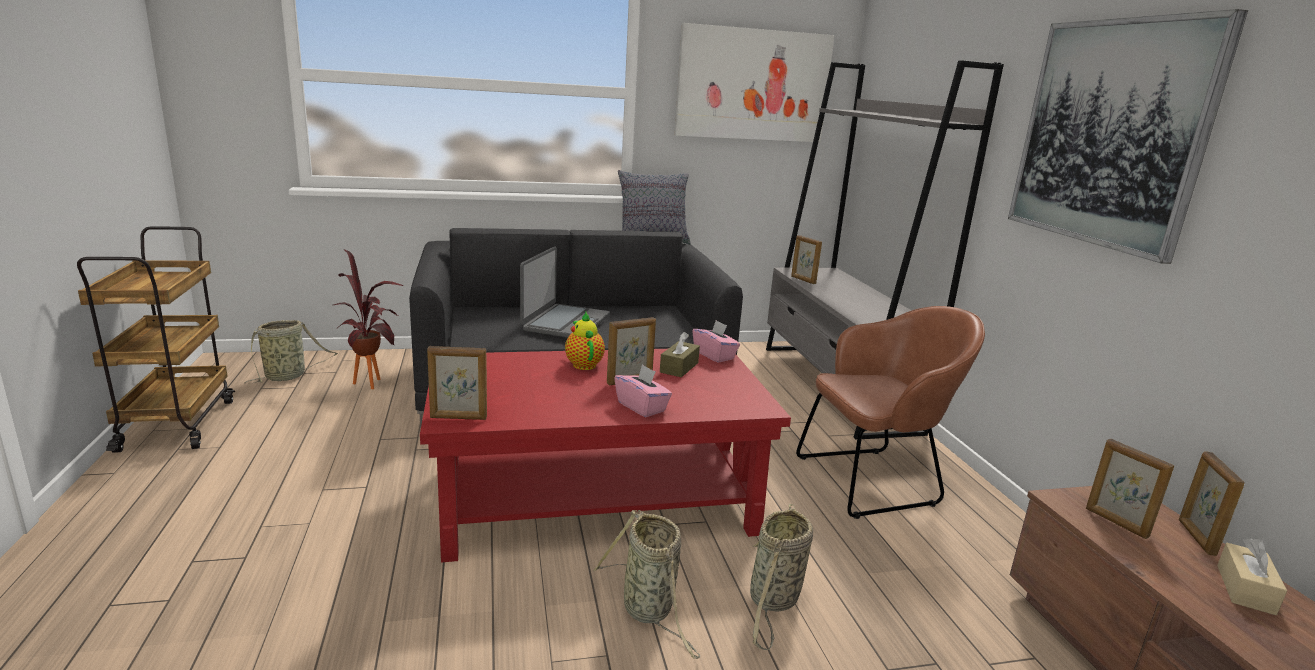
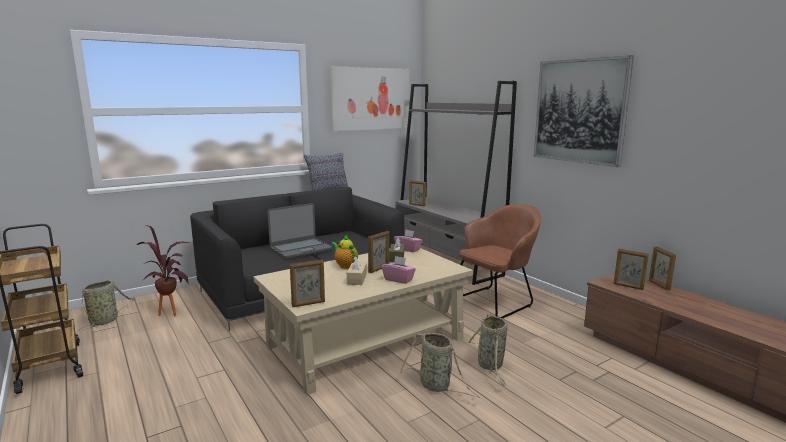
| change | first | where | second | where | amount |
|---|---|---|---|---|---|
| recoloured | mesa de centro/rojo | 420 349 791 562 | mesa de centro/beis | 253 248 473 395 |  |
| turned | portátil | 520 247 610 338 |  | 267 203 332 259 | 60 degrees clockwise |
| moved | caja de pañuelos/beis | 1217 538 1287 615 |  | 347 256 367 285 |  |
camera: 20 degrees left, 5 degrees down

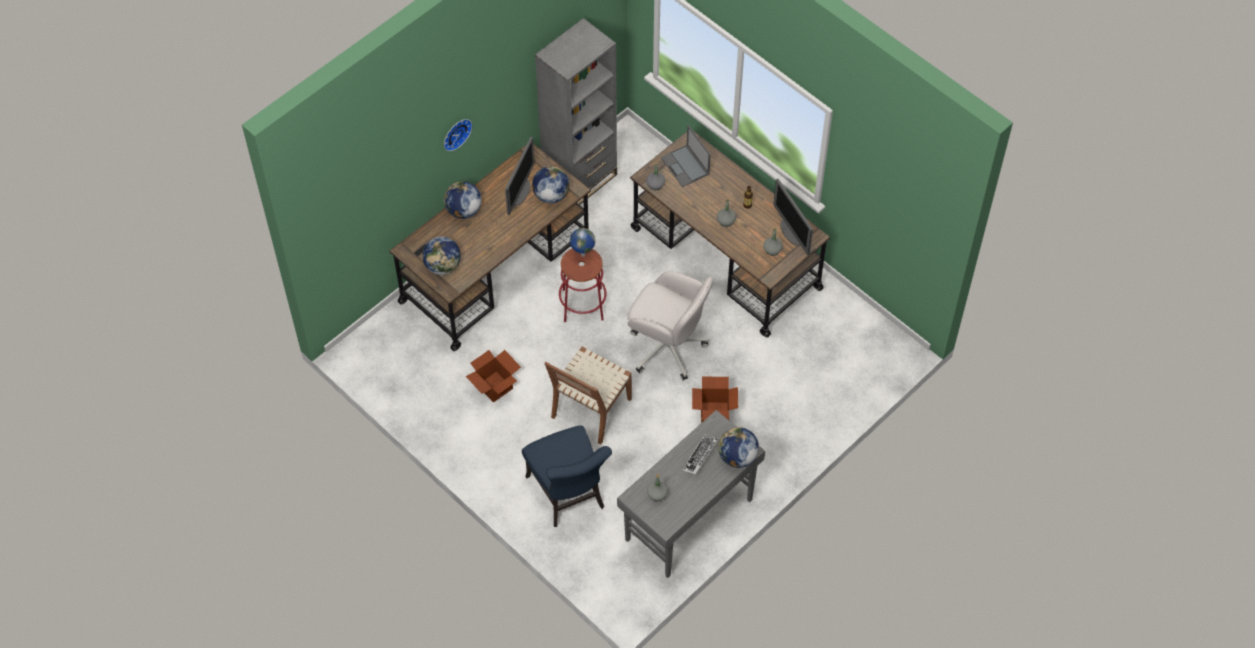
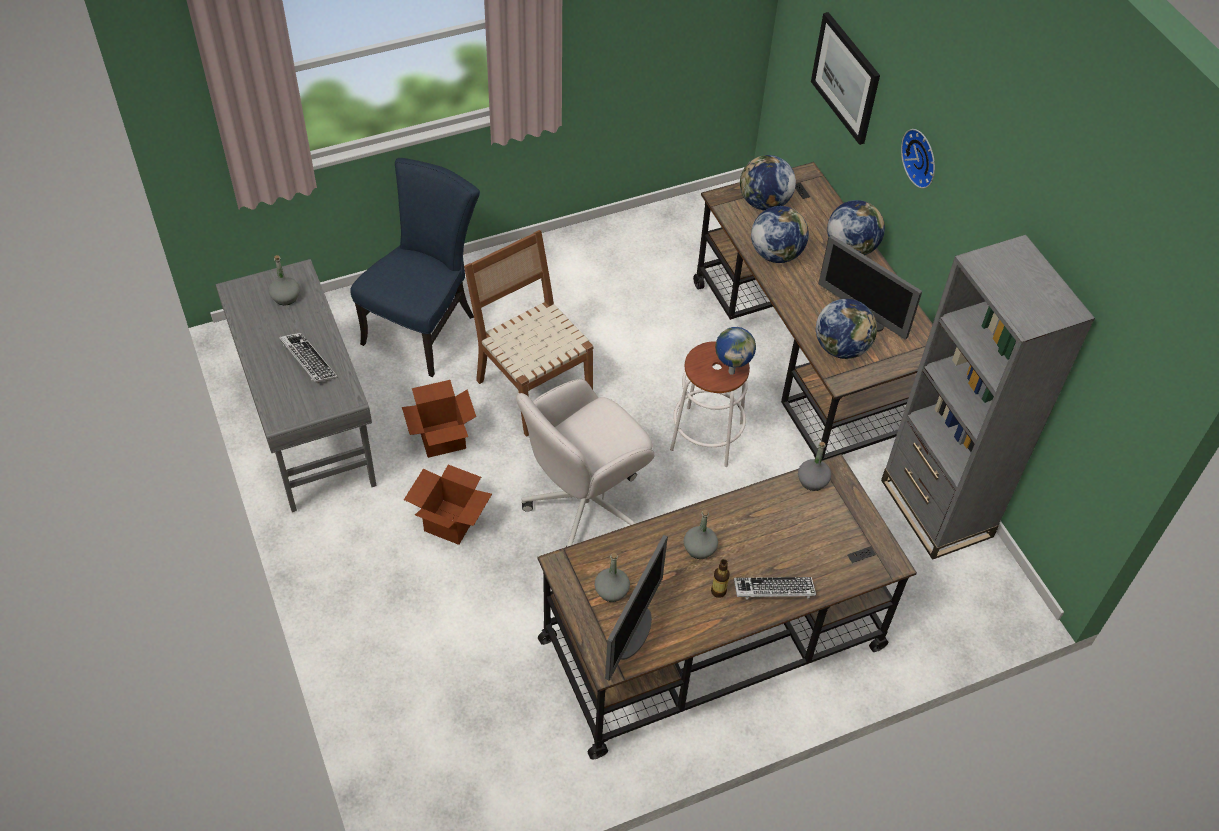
| change | first | where | second | where | amount |
|---|---|---|---|---|---|
| moved | caja de cartón | 466 350 521 403 |  | 402 380 476 458 |  |
| turned | silla/azul | 522 426 612 527 |  | 350 158 480 377 | 120 degrees clockwise |
| recoloured | taburete/rojo | 559 249 607 322 | taburete/blanco | 670 341 750 467 |  |
| removed | portátil | 661 125 711 187 |  |  |  |
| moved | globo terráqueo | 718 427 759 468 |  | 751 206 809 263 |  |
| turned | monitor | 773 179 813 255 |  | 605 535 668 681 | 120 degrees clockwise |
| added |  |  | teclado | 734 577 816 600 |  |
| added |  |  | cuadro | 811 12 880 145 |  |
camera: 110 degrees right, 5 degrees down

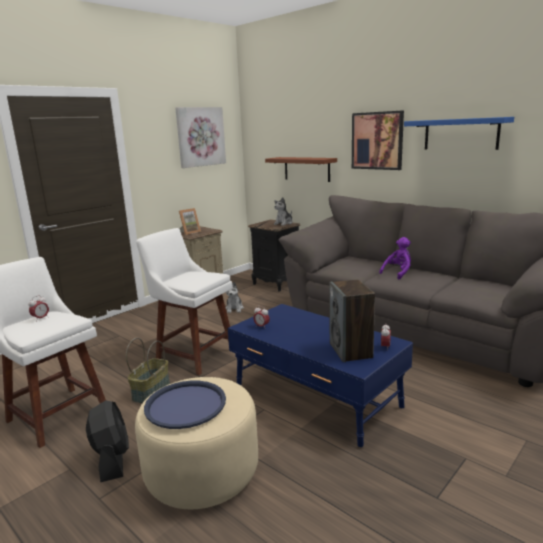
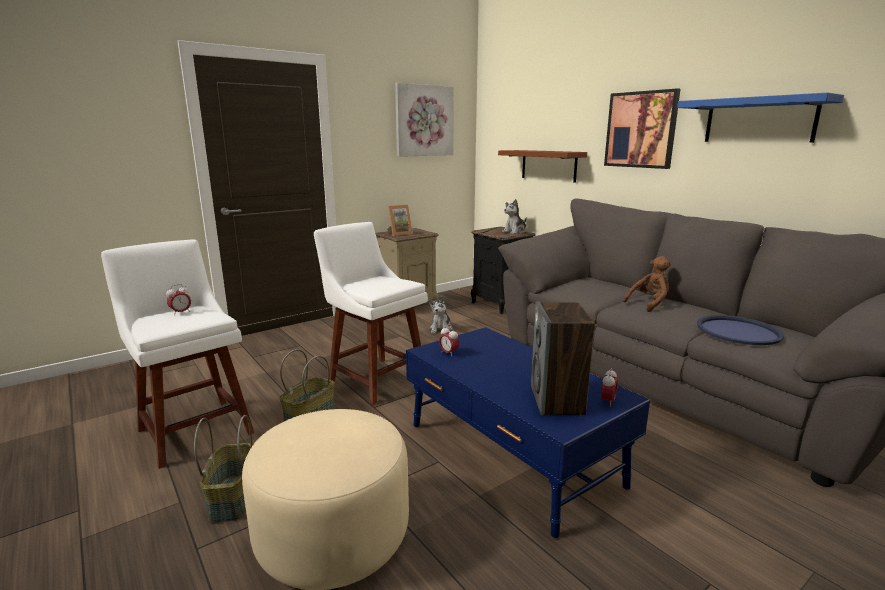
| change | first | where | second | where | amount |
|---|---|---|---|---|---|
| replaced | ventilador/negro | 86 400 129 482 | cesta | 194 415 253 523 |  |
| moved | bandeja/azul | 144 381 226 429 |  | 697 315 784 345 |  |
| recoloured | peluche/morado | 379 237 411 279 | peluche/marrón | 623 256 671 312 |  |
camera: 10 degrees right, 0 degrees up

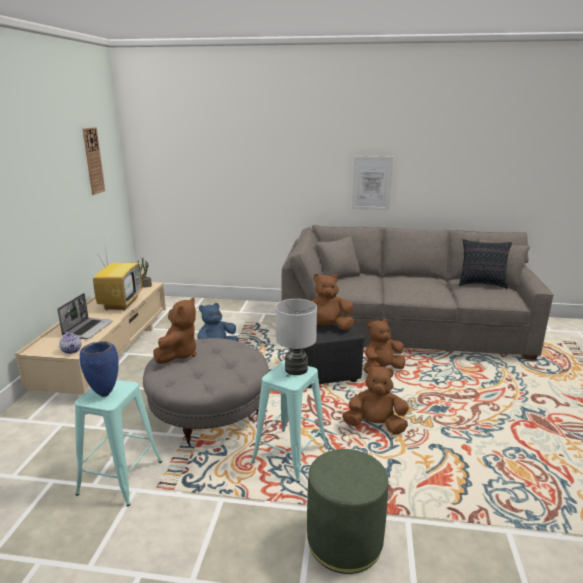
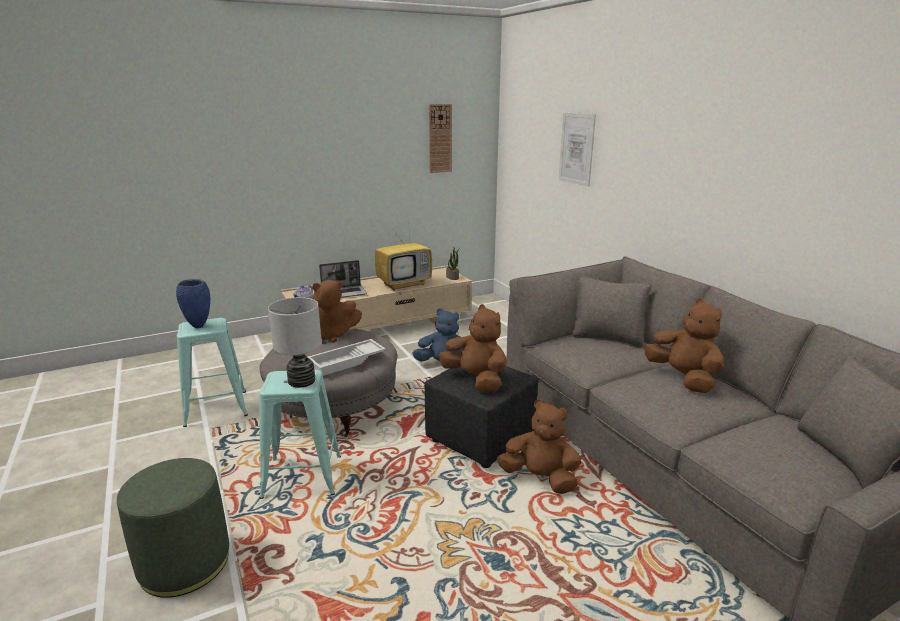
| change | first | where | second | where | amount |
|---|---|---|---|---|---|
| moved | peluche/marrón | 342 364 409 435 |  | 645 298 724 393 |  |
| moved | cuadro | 352 156 393 210 |  | 559 113 596 187 |  |
| removed | cojín/negro | 459 239 512 289 |  |  |  |
| added |  |  | bandeja/blanco | 308 339 386 376 |  |
camera: 55 degrees right, 0 degrees up

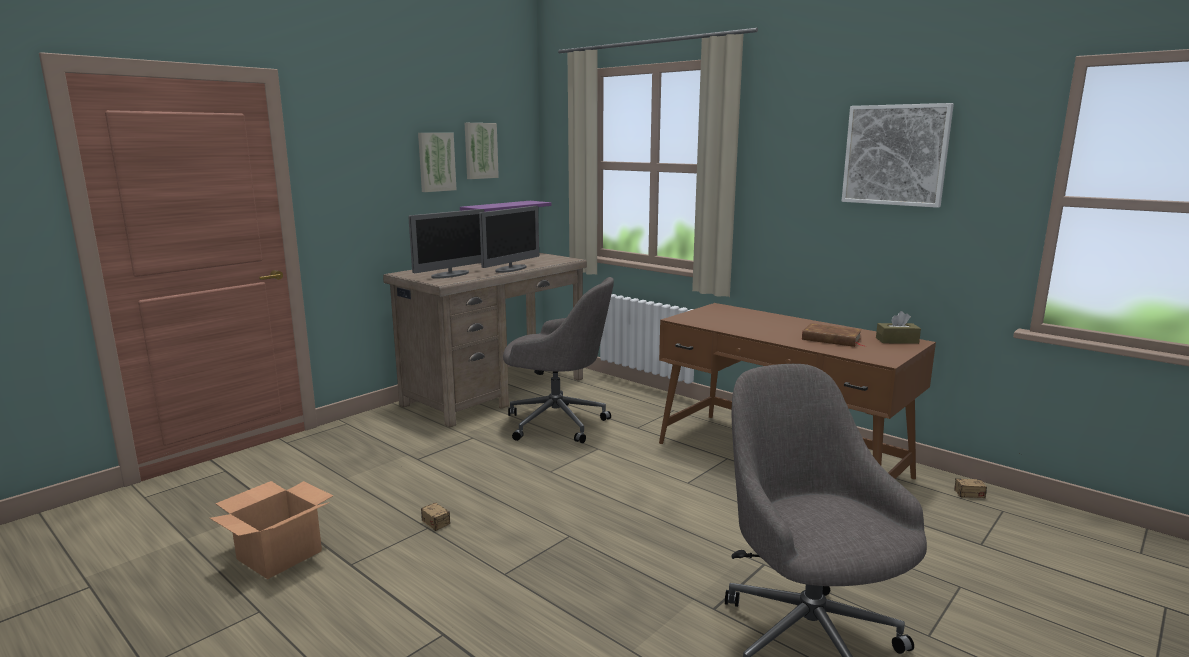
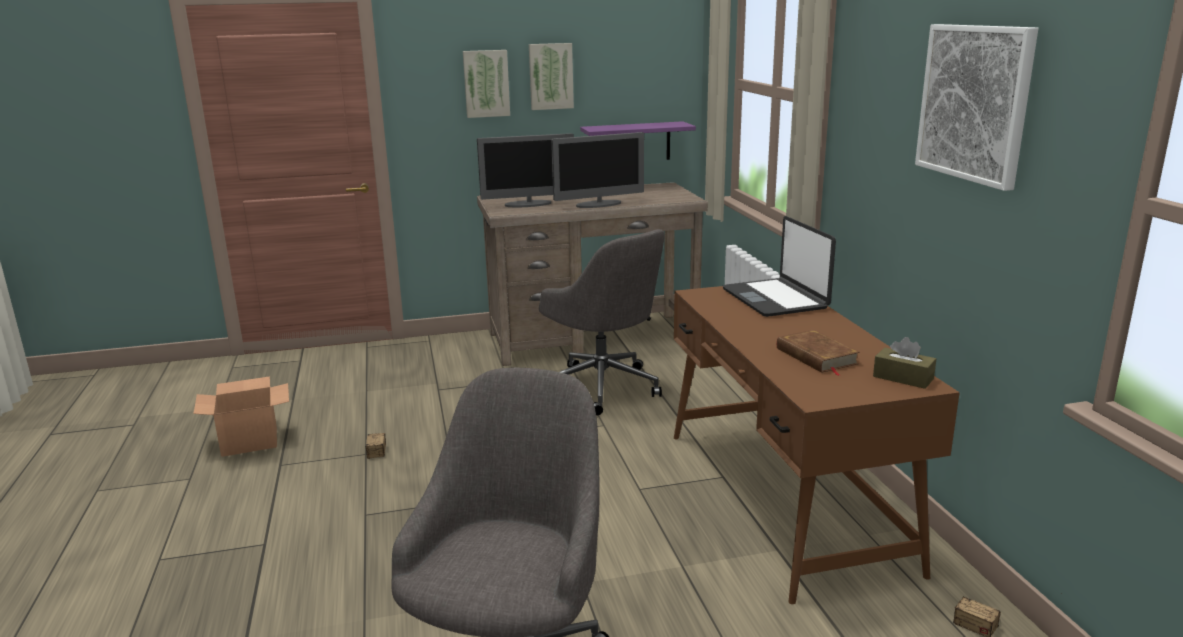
| change | first | where | second | where | amount |
|---|---|---|---|---|---|
| moved | cuadro | 465 123 499 179 |  | 463 50 510 118 |  |
| added |  |  | portátil | 723 216 836 317 |  |
camera: 35 degrees right, 5 degrees up

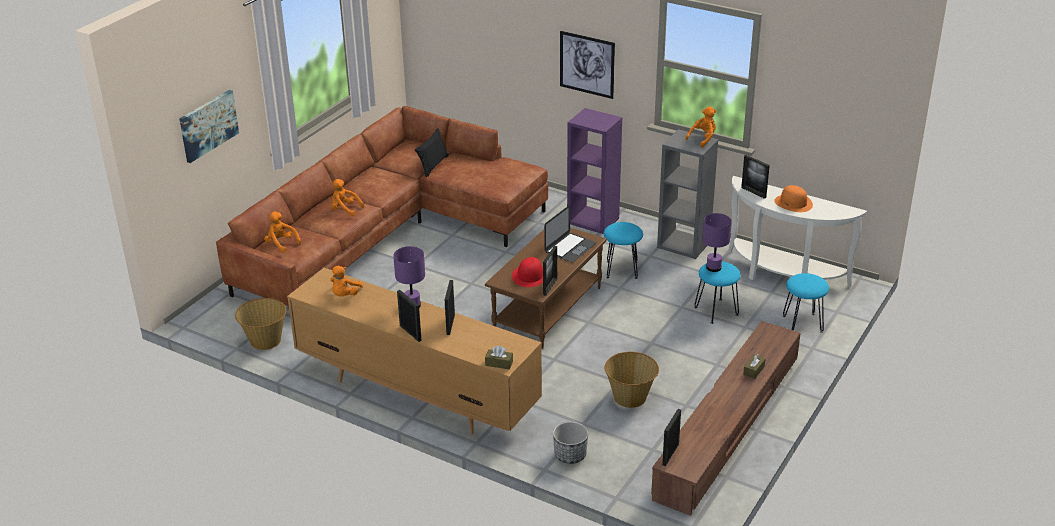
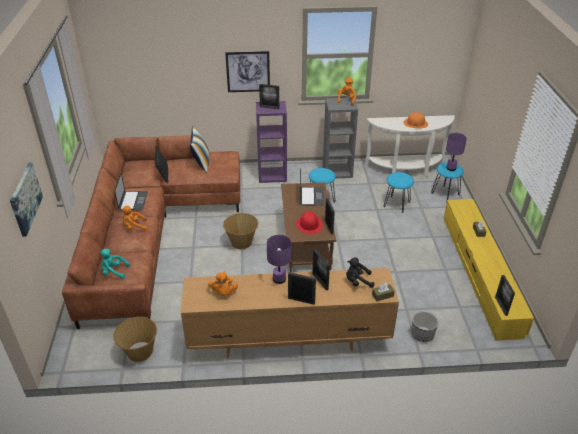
| change | first | where | second | where | amount |
|---|---|---|---|---|---|
| recoloured | peluche/naranja | 264 212 301 253 | peluche/turquesa | 100 249 130 279 |  |
| moved | cesta | 605 352 659 408 |  | 223 213 258 249 |  |
| recoloured | mueble de televisión/marrón | 651 321 801 516 | mueble de televisión/amarillo | 444 199 534 341 |  |
| moved | lámpara de mesa/morado | 702 213 732 272 |  | 446 133 467 171 |  |
| moved | portarretratos | 741 155 770 199 |  | 259 84 279 109 |  |
| added |  |  | portátil | 114 173 148 210 |  |
| added |  |  | cojín | 190 126 209 173 |  |
| added |  |  | peluche/negro | 346 257 374 288 |  |
camera: 35 degrees left, 5 degrees up

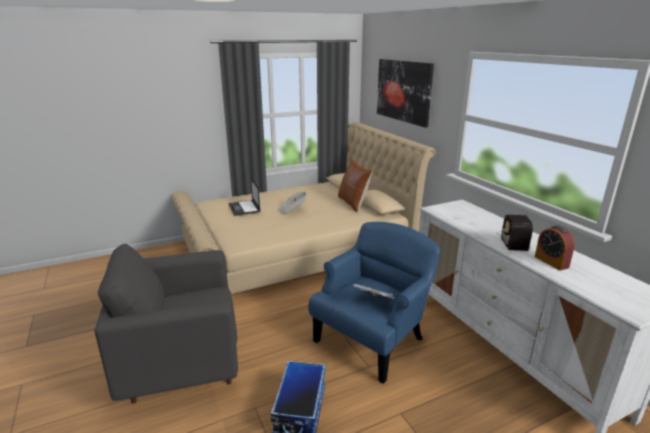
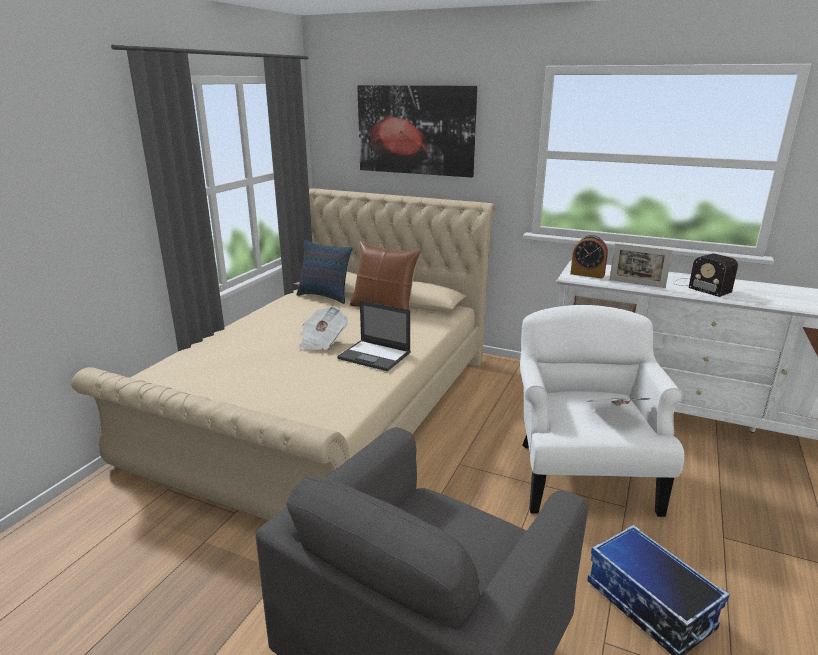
| change | first | where | second | where | amount |
|---|---|---|---|---|---|
| moved | portátil | 229 177 261 216 |  | 337 300 411 371 |  |
| recoloured | sillón/azul | 308 222 440 384 | sillón/blanco | 520 305 684 517 |  |
| moved | despertador | 535 226 575 271 |  | 570 235 608 279 |  |
| added |  |  | cojín/azul | 297 240 353 304 |  |
| added |  |  | portarretratos | 610 243 672 288 |  |
camera: 40 degrees left, 0 degrees up

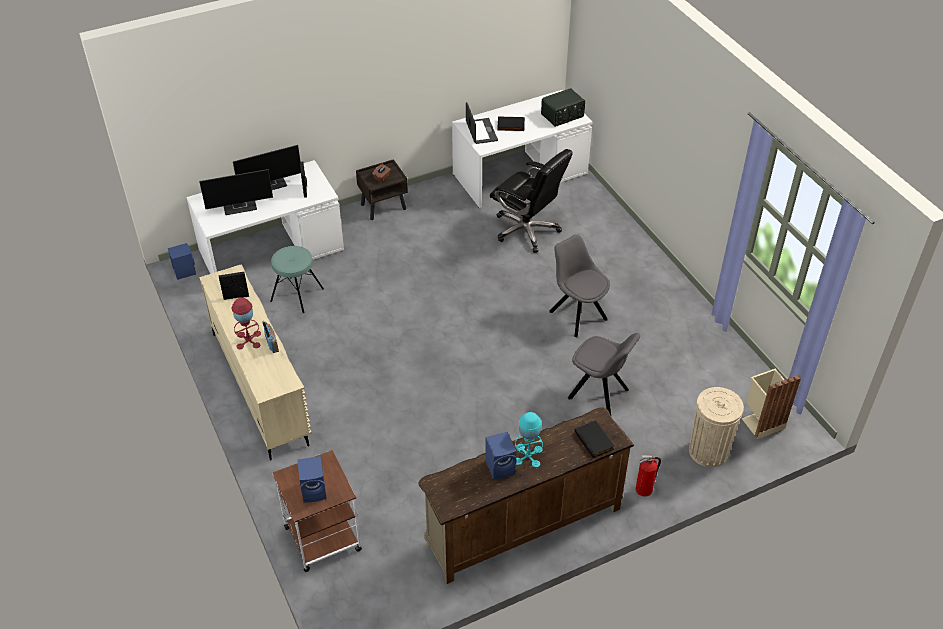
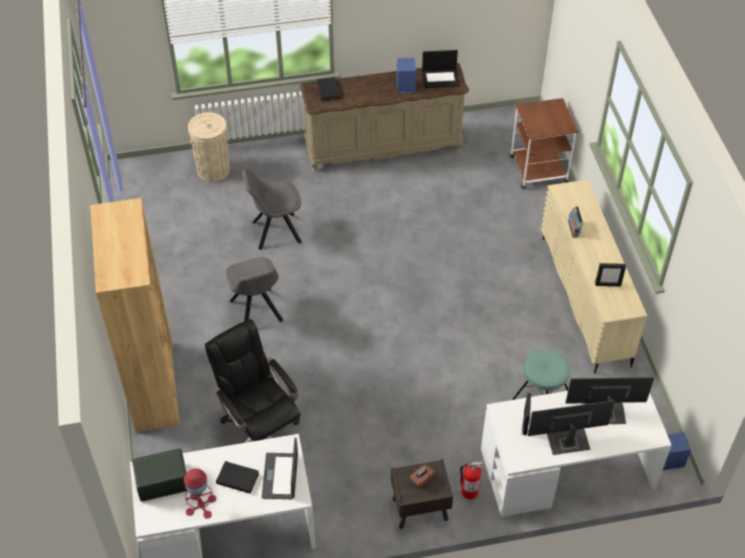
| change | first | where | second | where | amount |
|---|---|---|---|---|---|
| moved | lámpara de mesa/rojo | 232 297 261 349 |  | 184 468 216 519 |  |
| removed | altavoz/azul | 297 456 327 502 |  |  |  |
| removed | lámpara de mesa/turquesa | 515 412 543 468 |  |  |  |
| turned | silla/gris | 568 333 640 415 |  | 242 169 302 250 | 60 degrees counterclockwise |
| moved | extintor | 636 454 661 497 |  | 460 462 484 499 |  |
| removed | papelera/beis | 741 369 801 439 |  |  |  |
| added |  |  | estantería/marrón | 90 198 180 432 |  |
| added |  |  | portátil | 422 50 460 88 |  |
camera: 165 degrees left, 5 degrees up

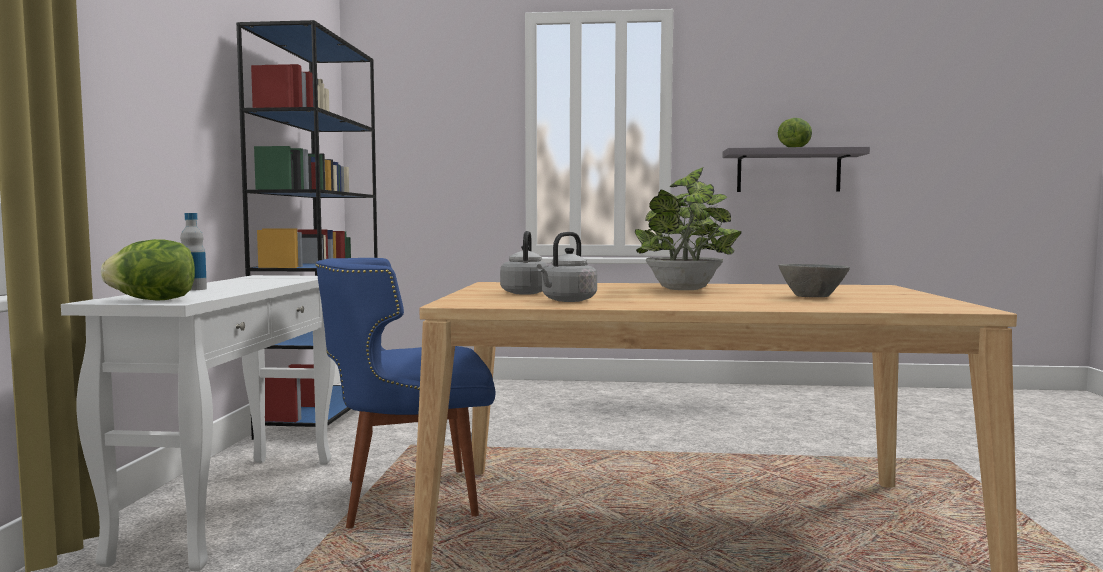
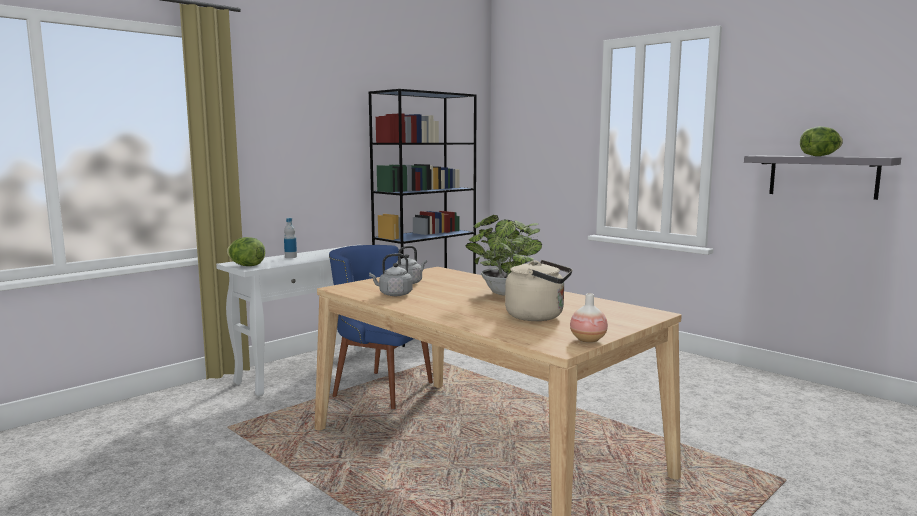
| change | first | where | second | where | amount |
|---|---|---|---|---|---|
| replaced | cuenco/gris | 779 264 850 297 | hervidor/beis | 505 260 572 321 |  |
| added |  |  | florero | 570 293 608 343 |  |
camera: 40 degrees right, 5 degrees up

